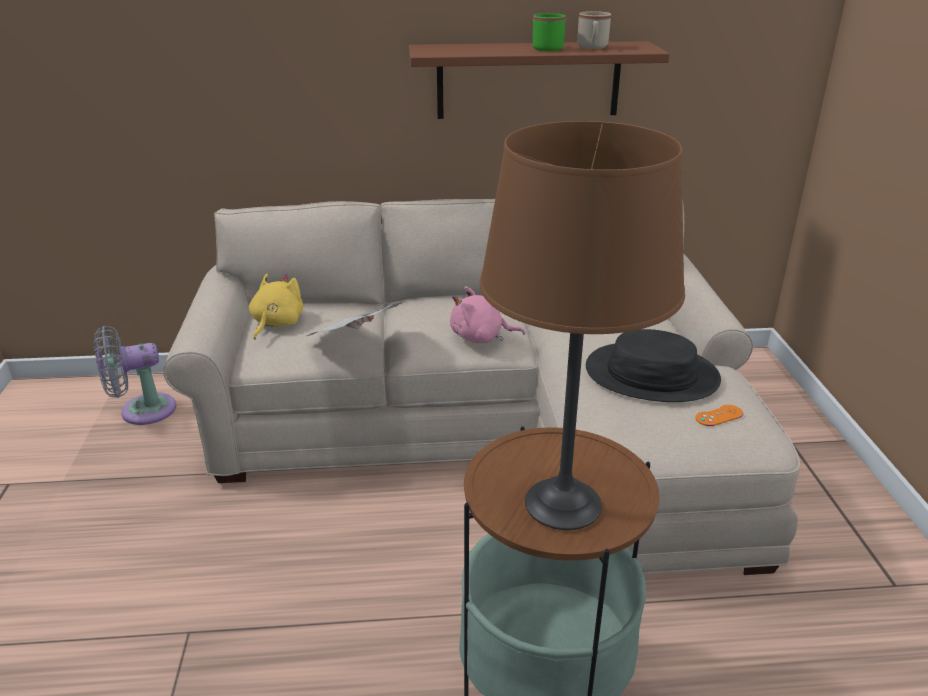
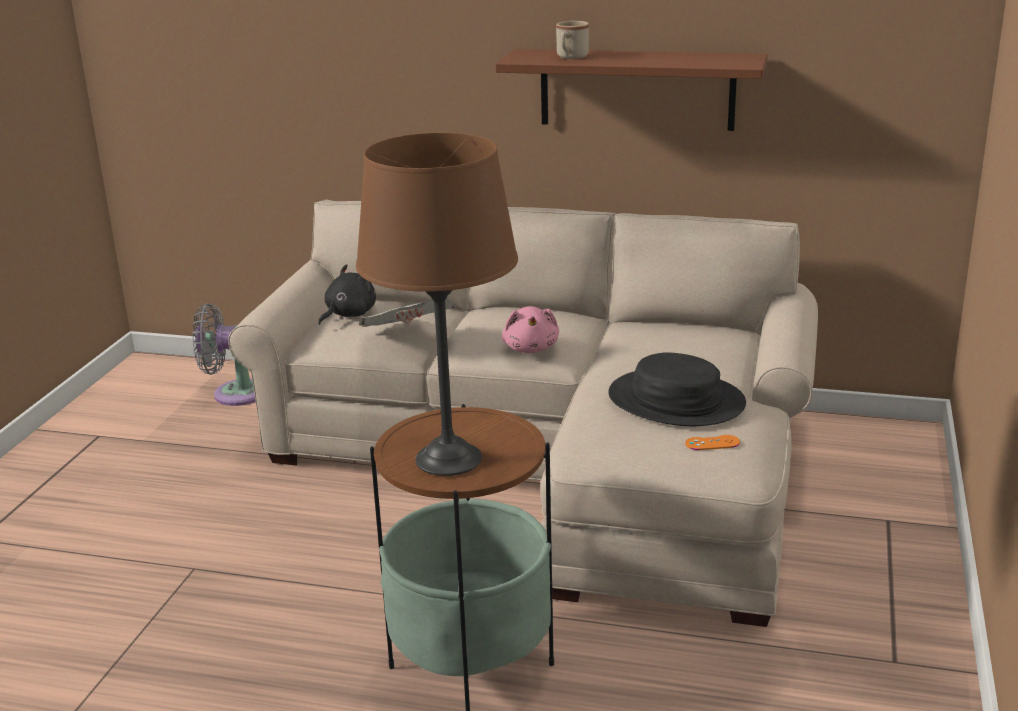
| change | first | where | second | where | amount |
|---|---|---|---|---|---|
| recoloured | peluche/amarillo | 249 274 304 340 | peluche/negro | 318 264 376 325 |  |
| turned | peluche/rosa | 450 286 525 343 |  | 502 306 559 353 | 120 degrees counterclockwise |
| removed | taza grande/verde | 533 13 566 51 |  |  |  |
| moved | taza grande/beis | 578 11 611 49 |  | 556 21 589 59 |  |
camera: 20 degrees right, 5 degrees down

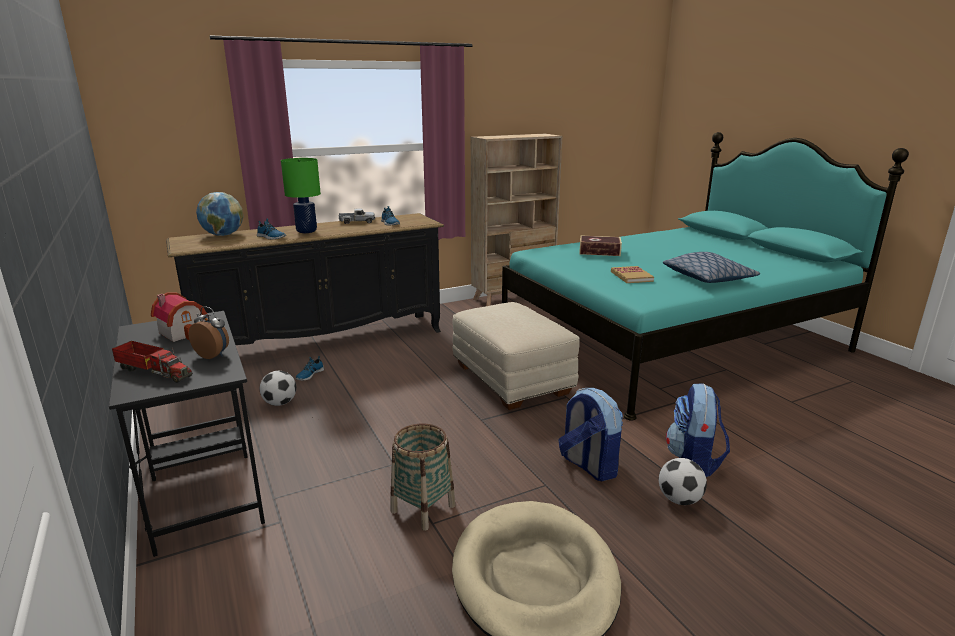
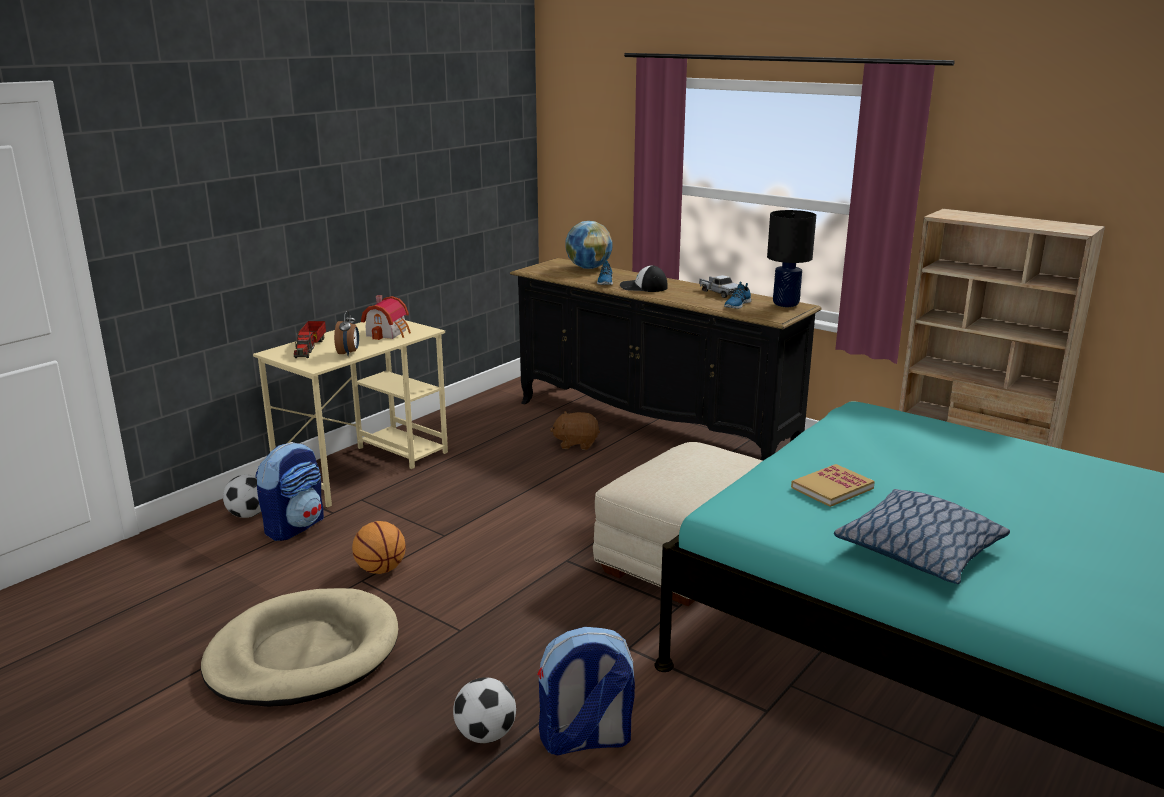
| change | first | where | second | where | amount |
|---|---|---|---|---|---|
| recoloured | escritorio/negro | 109 311 265 557 | escritorio/beis | 253 320 448 508 |  |
| moved | balón de fútbol | 260 371 296 406 |  | 223 474 261 518 |  |
| replaced | lámpara de mesa/verde | 281 158 321 233 | gorra | 620 265 668 292 |  |
| replaced | zapato | 295 356 324 380 | peluche/marrón | 550 411 600 450 |  |
| replaced | cesta | 391 424 455 531 | balón de baloncesto | 352 521 406 574 |  |
| moved | mochila | 558 388 623 481 |  | 255 442 324 541 |  |
| removed | libro | 579 236 622 256 |  |  |  |
| added |  |  | lámpara de mesa/negro | 767 210 816 307 |  |
camera: 65 degrees right, 0 degrees up

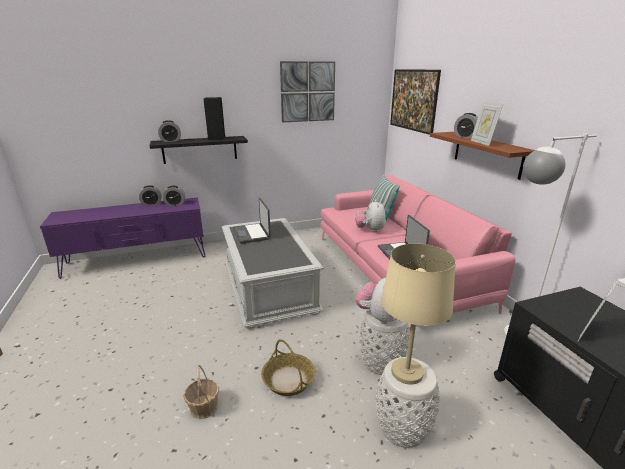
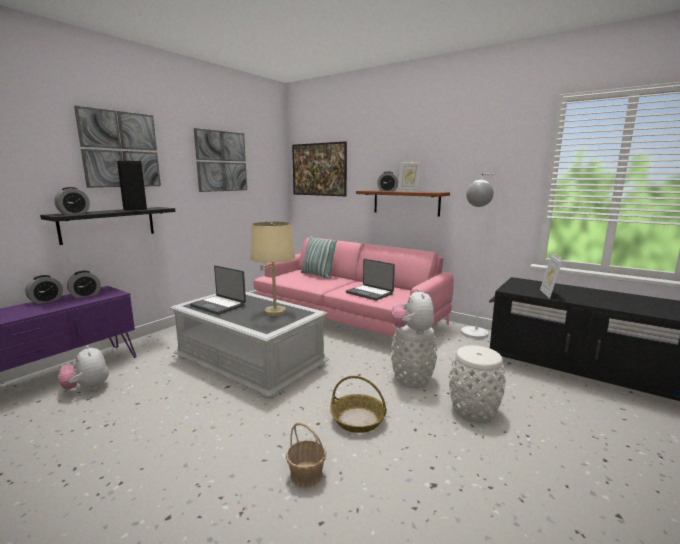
| change | first | where | second | where | amount |
|---|---|---|---|---|---|
| moved | peluche | 355 200 386 233 |  | 58 345 109 390 |  |
| moved | lámpara de mesa/beis | 381 244 456 385 |  | 250 221 295 316 |  |
| added |  |  | cuadro | 74 106 161 188 |  |
camera: 35 degrees left, 10 degrees down

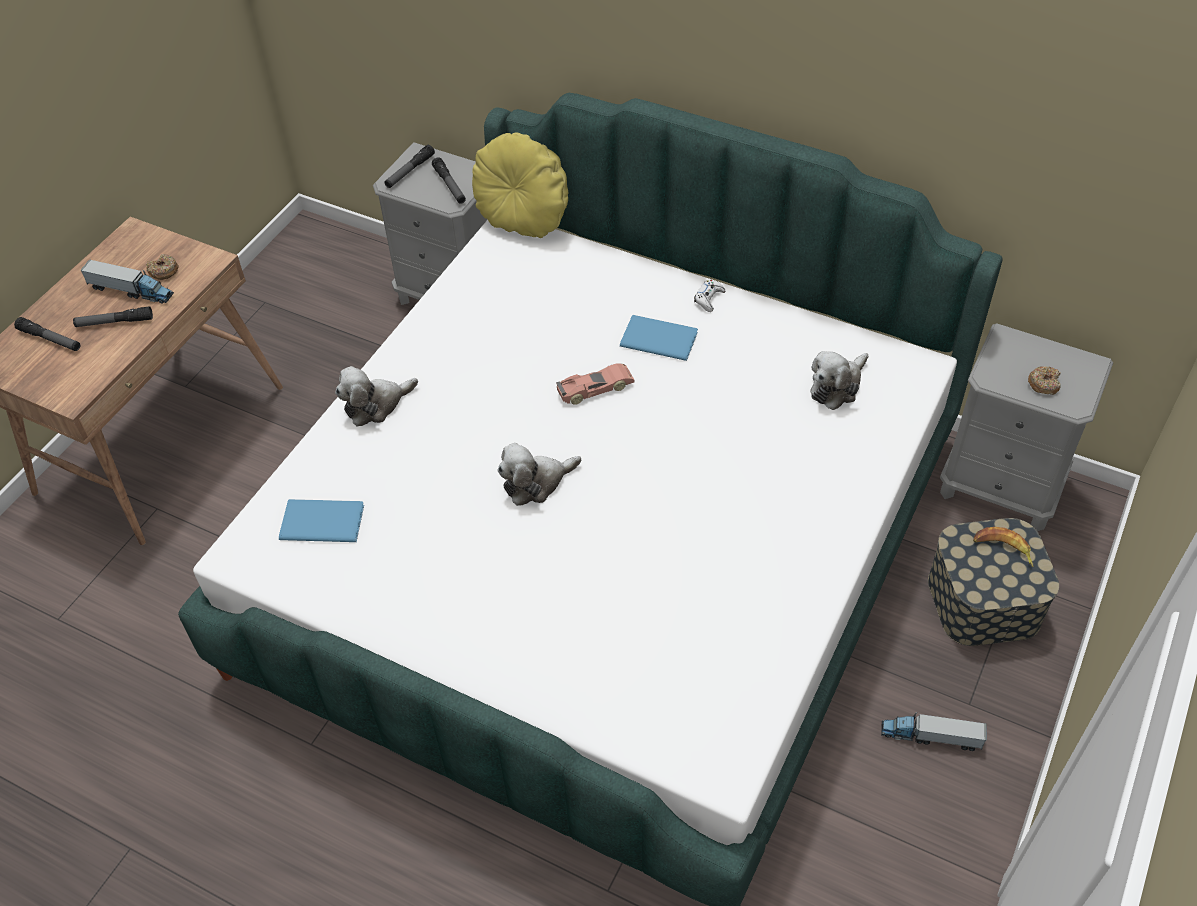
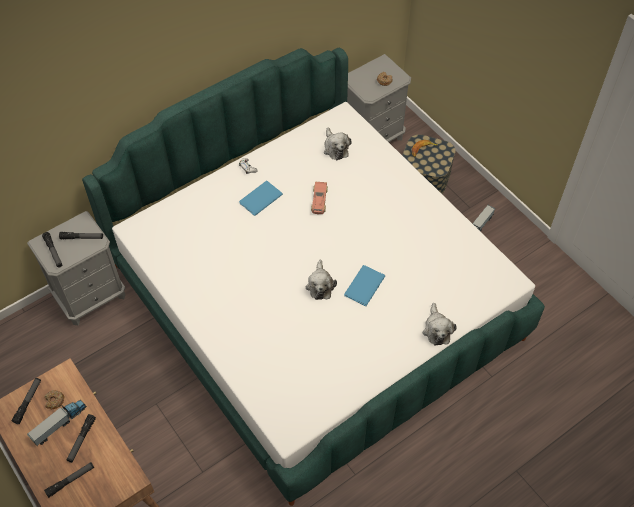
| change | first | where | second | where | amount |
|---|---|---|---|---|---|
| moved | libro/azul | 279 499 364 542 |  | 344 265 385 306 |  |
| moved | peluche | 335 366 418 426 |  | 422 303 457 345 |  |
| removed | cojín/amarillo | 472 132 568 238 |  |  |  |
| moved | coche de juguete | 556 363 635 405 |  | 311 182 328 215 |  |
| added |  |  | linterna | 11 378 41 424 |  |
camera: 65 degrees left, 5 degrees up

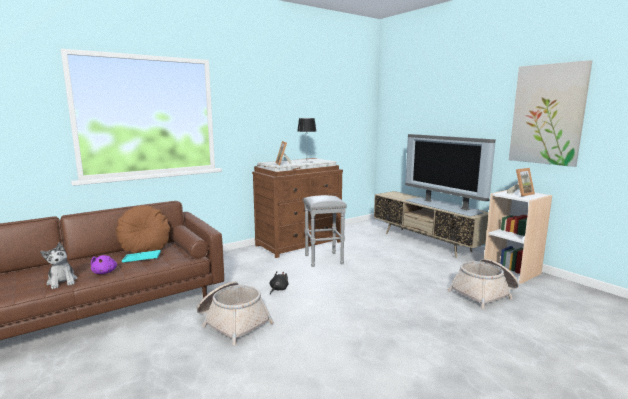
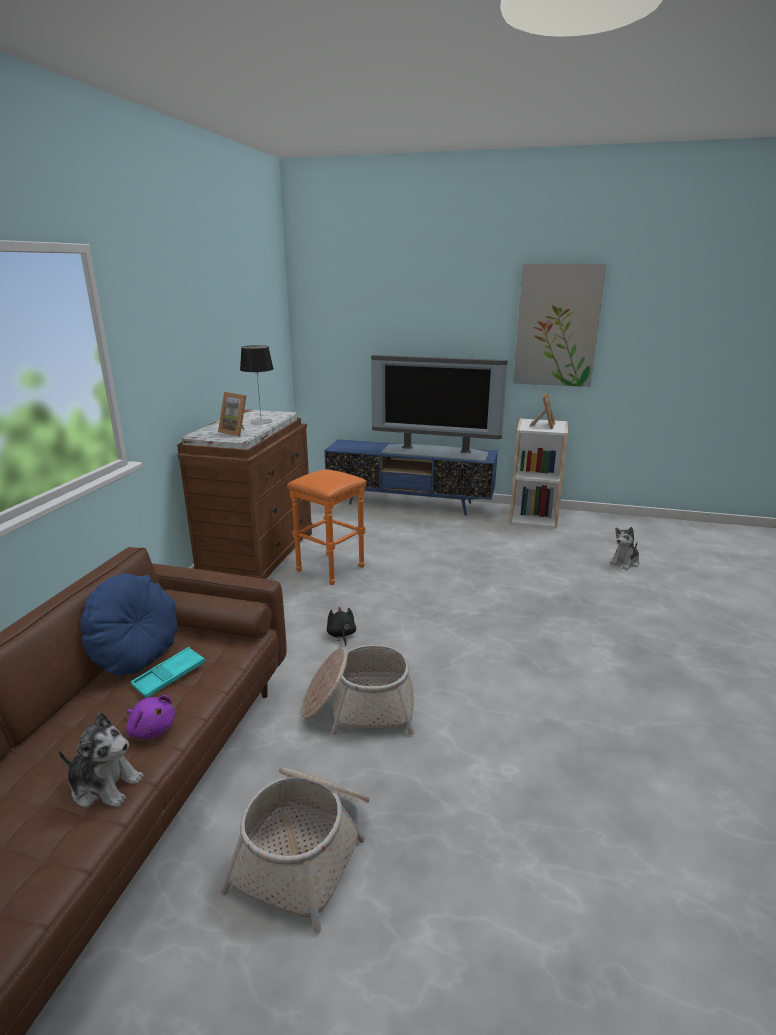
| change | first | where | second | where | amount |
|---|---|---|---|---|---|
| recoloured | cojín/marrón | 116 205 171 254 | cojín/azul | 80 574 177 676 |  |
| recoloured | taburete/gris | 303 195 347 267 | taburete/naranja | 287 469 367 585 |  |
| recoloured | mueble de televisión/beis | 374 191 489 258 | mueble de televisión/azul | 324 439 498 516 |  |
| moved | cesta | 447 259 519 309 |  | 220 767 369 934 |  |
| added |  |  | peluche | 610 527 639 570 |  |
camera: 40 degrees left, 10 degrees up

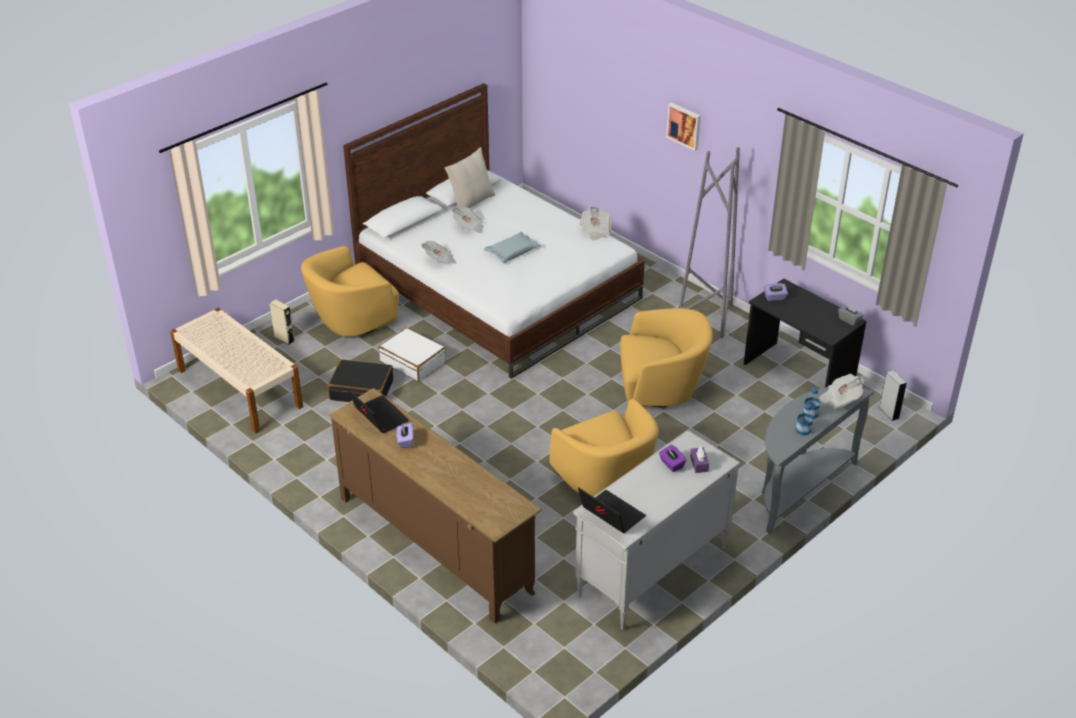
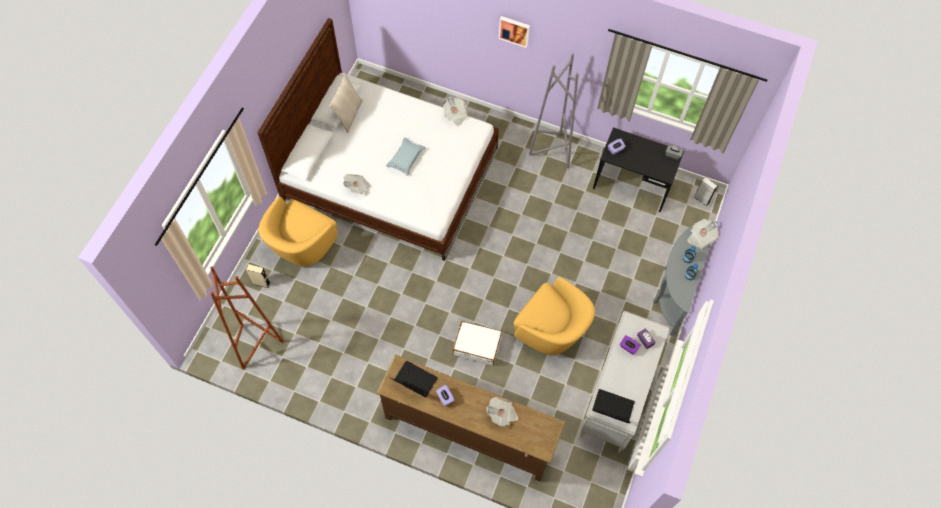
| change | first | where | second | where | amount |
|---|---|---|---|---|---|
| replaced | banco/beis | 170 307 304 434 | perchero/marrón | 210 266 283 369 |  |
| removed | maleta/negro | 328 359 393 402 |  |  |  |
| moved | maleta/blanco | 379 328 446 381 |  | 453 321 502 365 |  |
| moved | periódico | 452 206 484 233 |  | 486 397 518 427 |  |
| removed | sillón/amarillo | 620 308 713 407 |  |  |  |
camera: 25 degrees left, 25 degrees up

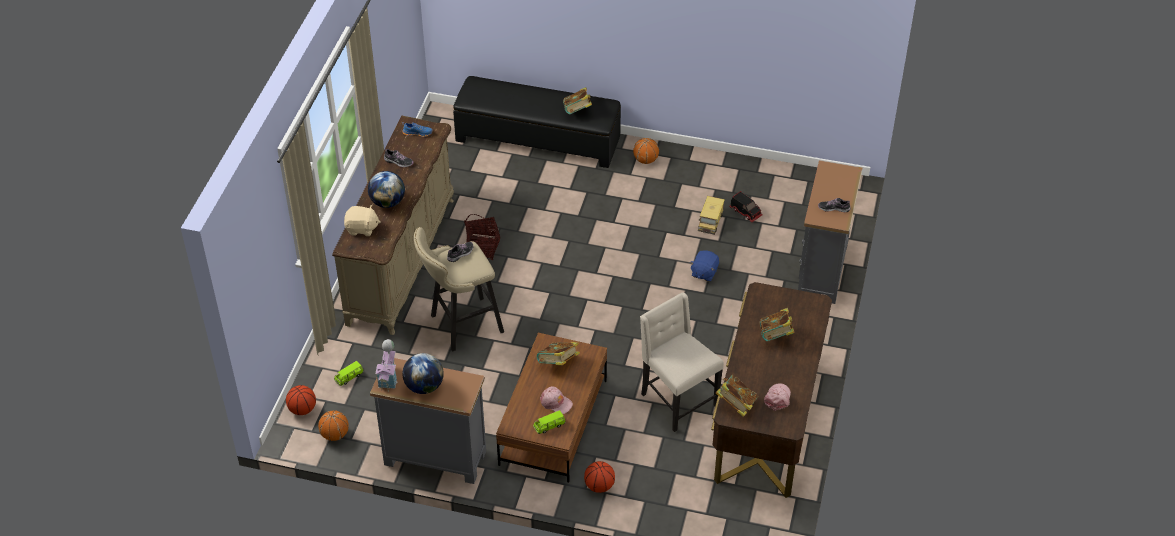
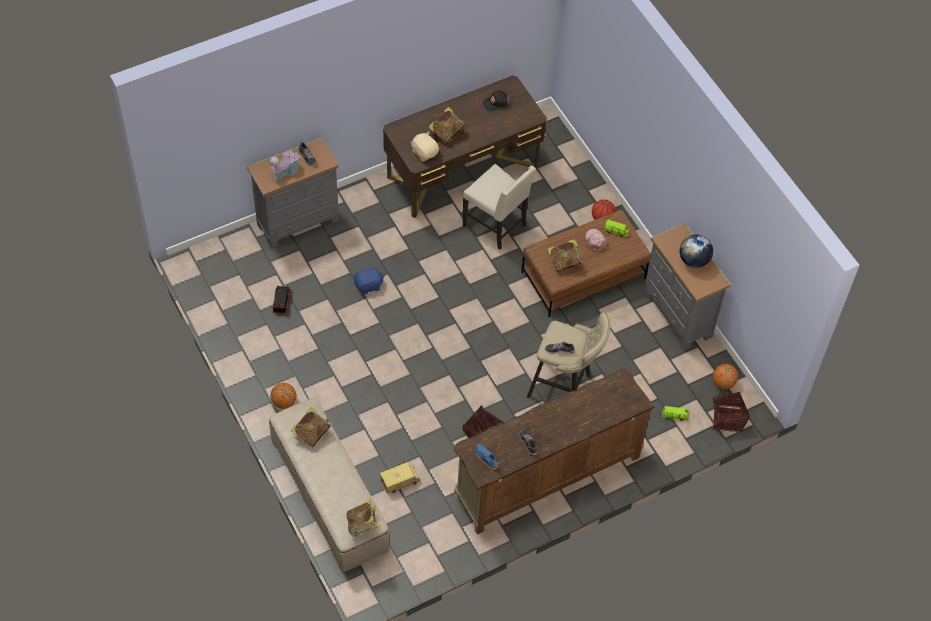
| change | first | where | second | where | amount |
|---|---|---|---|---|---|
| replaced | balón de baloncesto | 286 385 316 415 | cesta | 713 391 750 433 |  |
| moved | peluche/beis | 344 205 380 236 |  | 411 132 439 161 |  |
| removed | globo terráqueo | 368 171 405 208 |  |  |  |
| moved | casita | 376 339 398 392 |  | 270 149 301 180 |  |
| recoloured | banco/negro | 453 76 621 168 | banco/beis | 269 398 390 573 |  |
| turned | silla/beis | 640 292 724 432 |  | 463 164 536 250 | 60 degrees counterclockwise |
| moved | camión de juguete | 698 196 725 235 |  | 380 462 420 494 |  |
| moved | libro | 716 374 758 417 |  | 346 500 378 537 |  |
| recoloured | gorra/rosa | 764 383 791 411 | gorra/negro | 483 90 510 111 |  |
camera: 135 degrees left, 10 degrees up

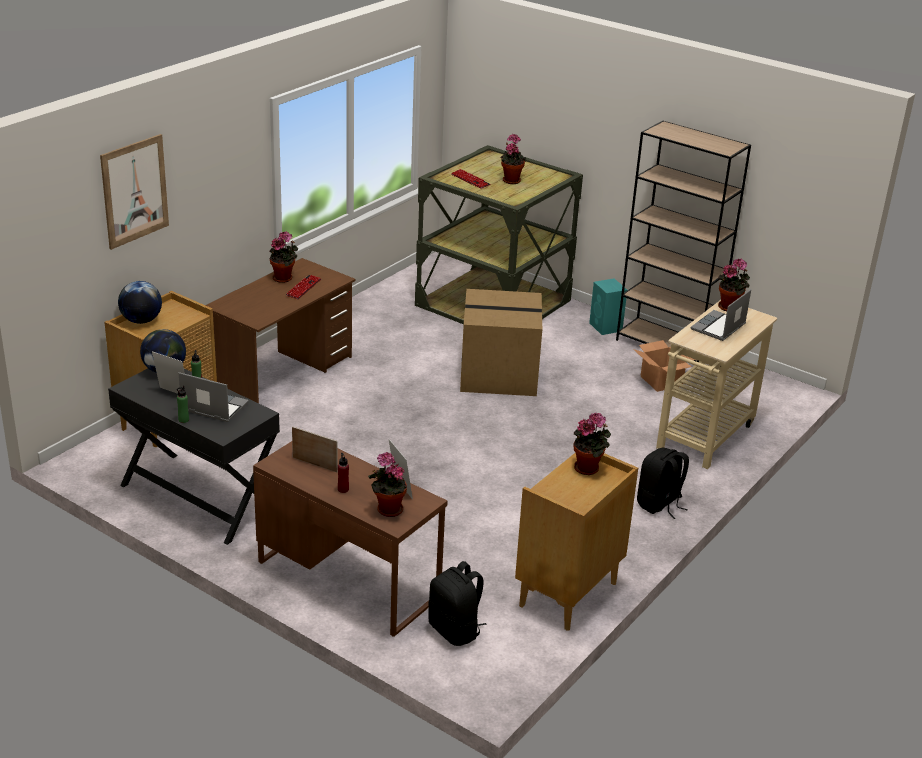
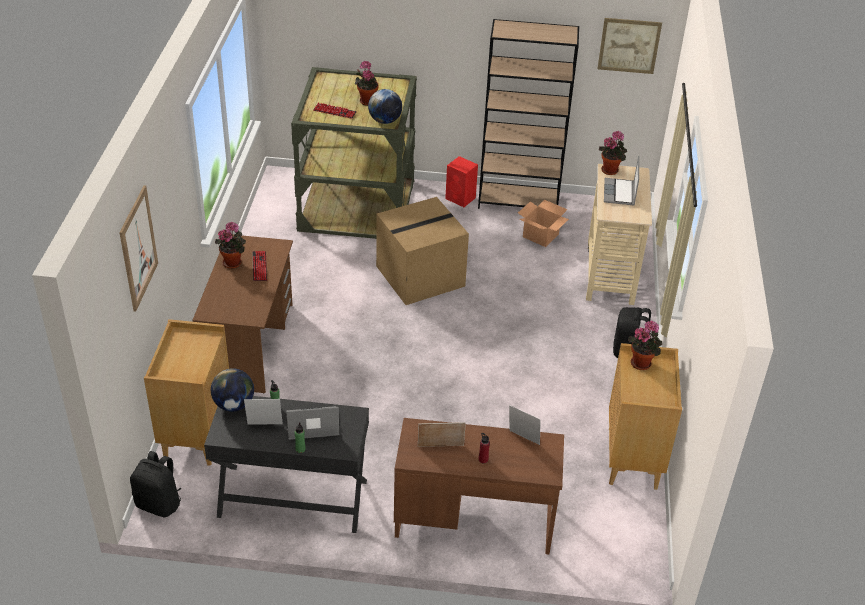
| change | first | where | second | where | amount |
|---|---|---|---|---|---|
| moved | globo terráqueo | 118 281 162 324 |  | 368 89 402 124 |  |
| removed | planta en maceta | 368 452 407 517 |  |  |  |
| moved | mochila/negro | 428 561 487 646 |  | 130 451 182 517 |  |
| recoloured | altavoz/turquesa | 589 278 627 335 | altavoz/rojo | 445 156 478 207 |  |
| added |  |  | cuadro | 597 18 662 74 |  |
camera: 30 degrees left, 10 degrees up

